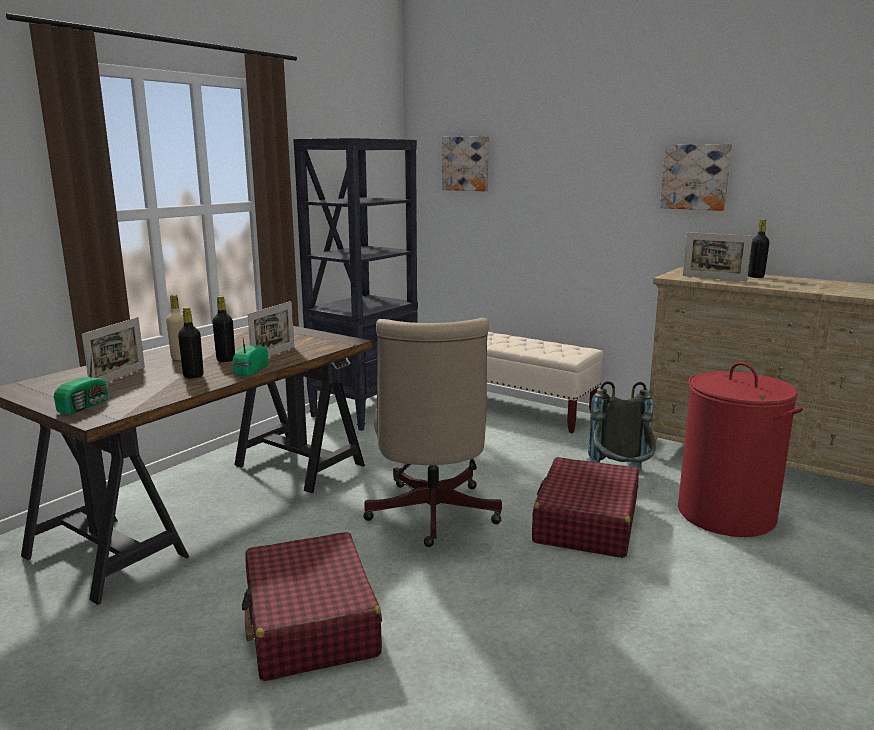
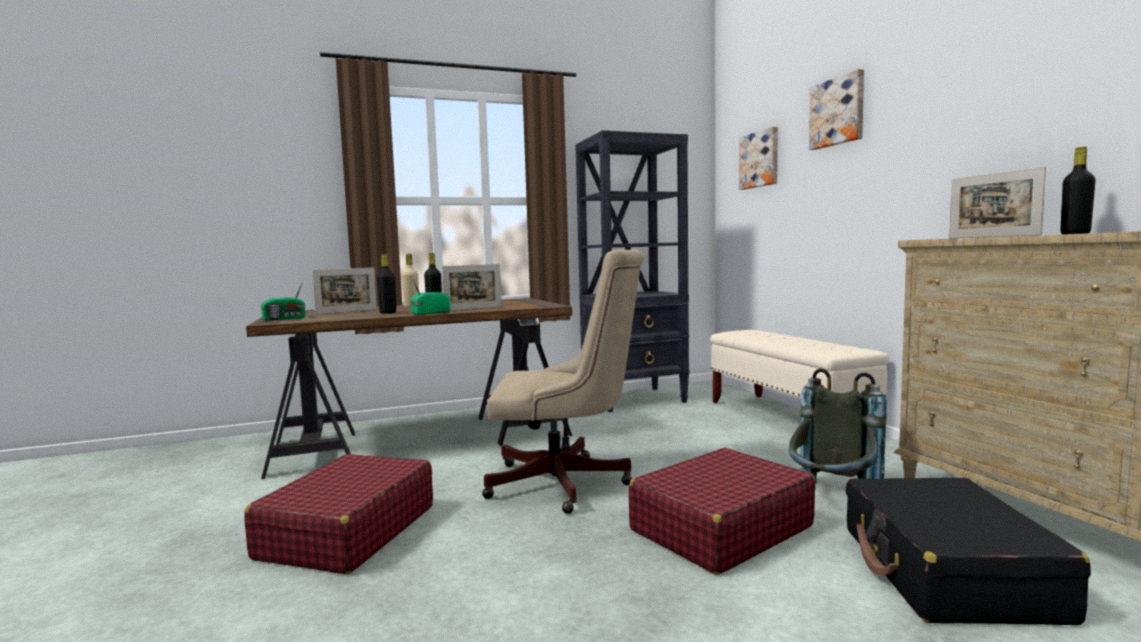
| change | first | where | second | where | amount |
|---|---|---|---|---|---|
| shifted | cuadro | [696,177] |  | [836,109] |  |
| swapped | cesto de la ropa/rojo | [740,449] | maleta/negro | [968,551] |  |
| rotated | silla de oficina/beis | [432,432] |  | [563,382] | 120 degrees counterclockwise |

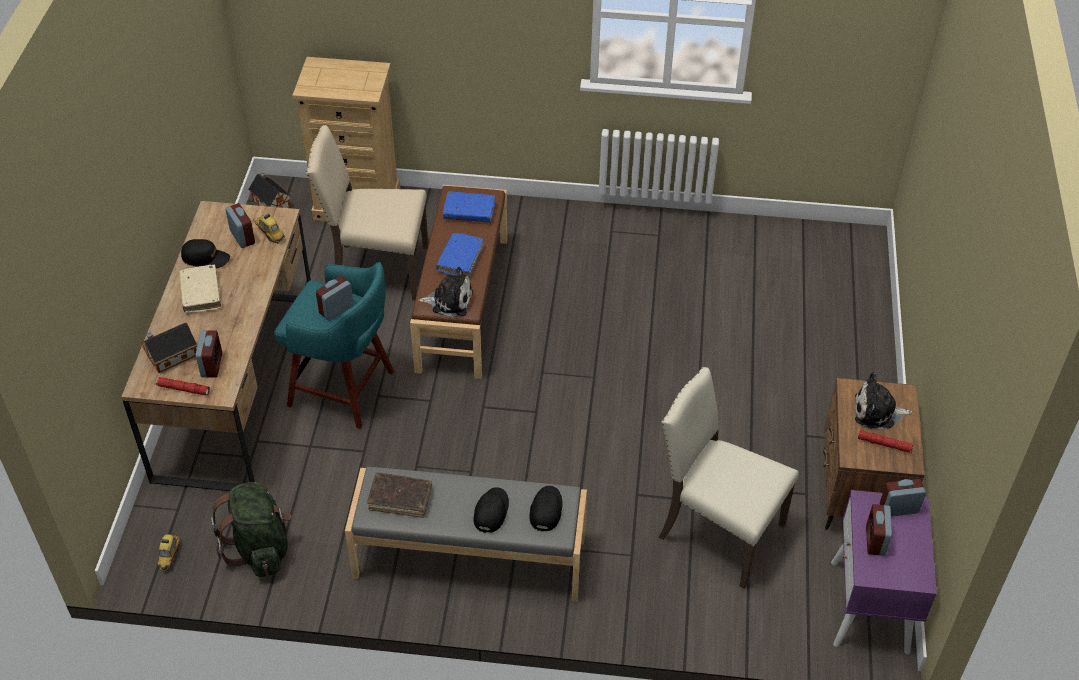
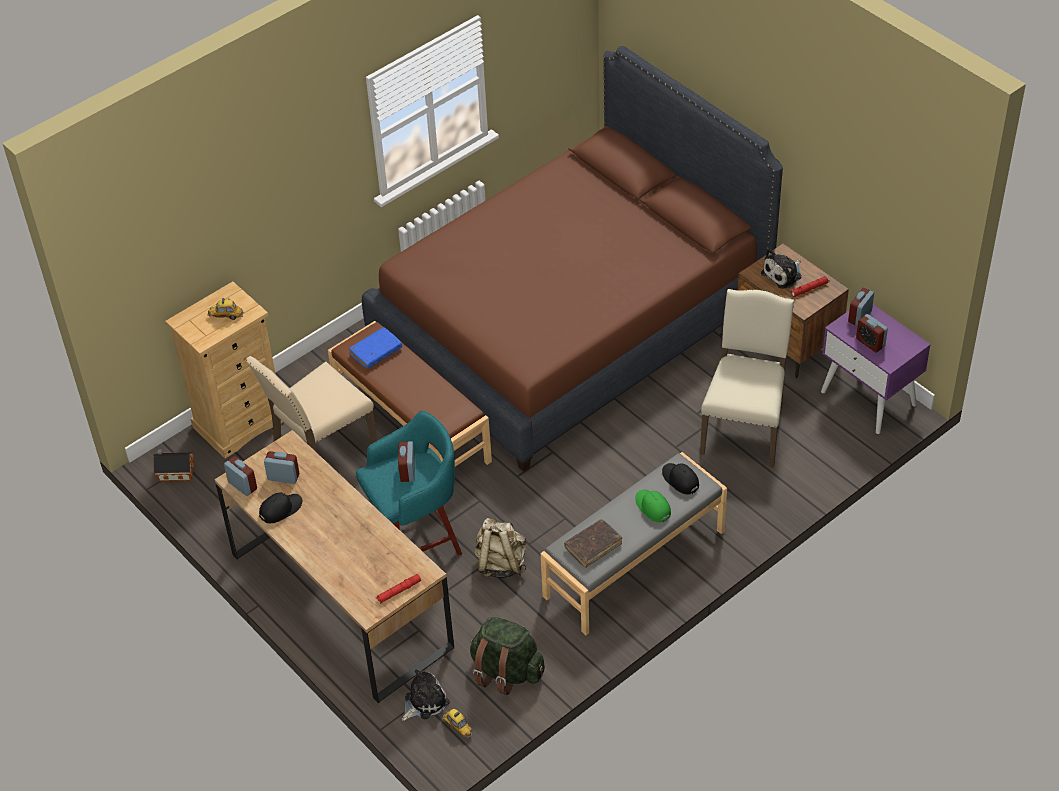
| change | first | where | second | where | amount |
|---|---|---|---|---|---|
| gone | casita | [169,348] |  |  |  |
| gone | libro/beis | [200,288] |  |  |  |
| gone | libro/azul | [460,255] |  |  |  |
| new |  |  | cama/marrón | [572,259] |  |
| new |  |  | mochila/beis | [500,548] |  |
| shifted | despertador | [208,354] |  | [240,476] |  |
| shifted | coche de juguete | [270,228] |  | [225,309] |  |
| shifted | peluche | [445,292] |  | [426,695] |  |
| repainted | gorra/negro | [491,510] | gorra/verde | [653,506] |  |
| rotated | silla/beis | [729,478] |  | [747,378] | 120 degrees clockwise |

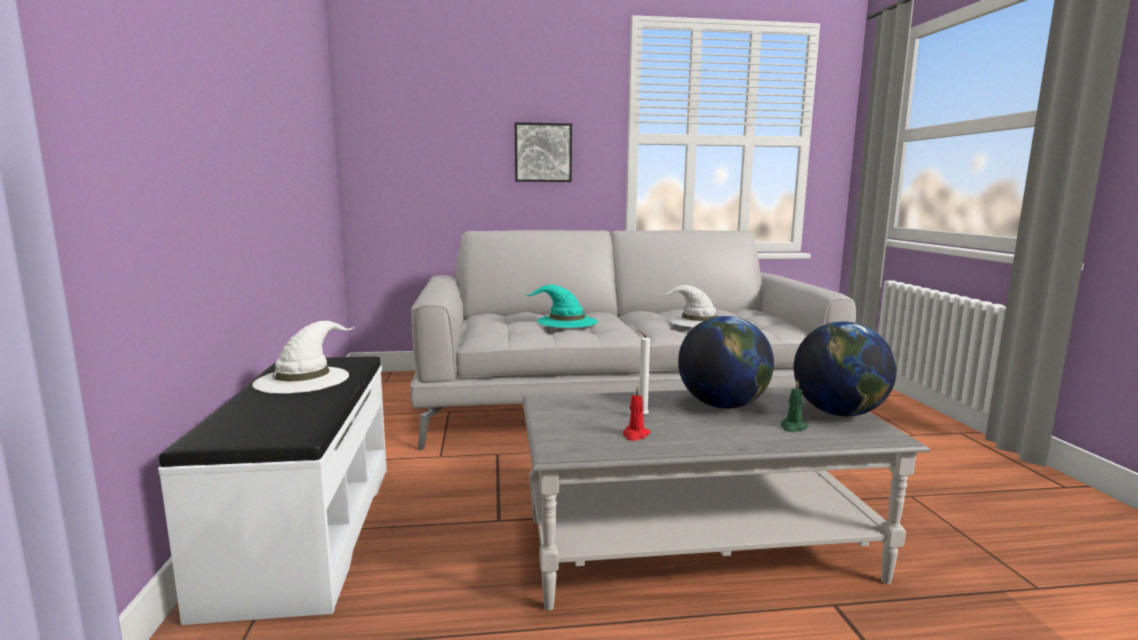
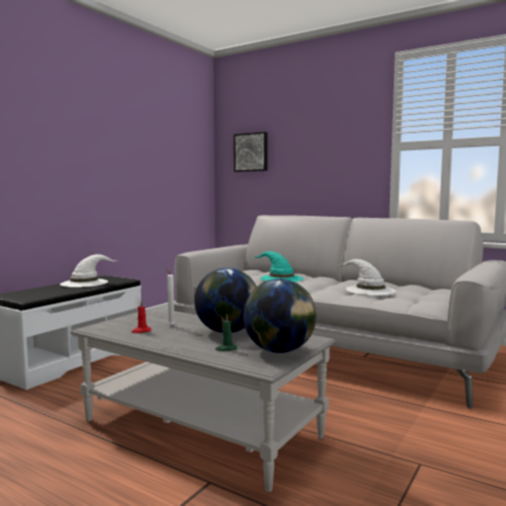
| change | first | where | second | where | amount |
|---|---|---|---|---|---|
| shifted | cuadro | [543,152] |  | [251,152] |  |

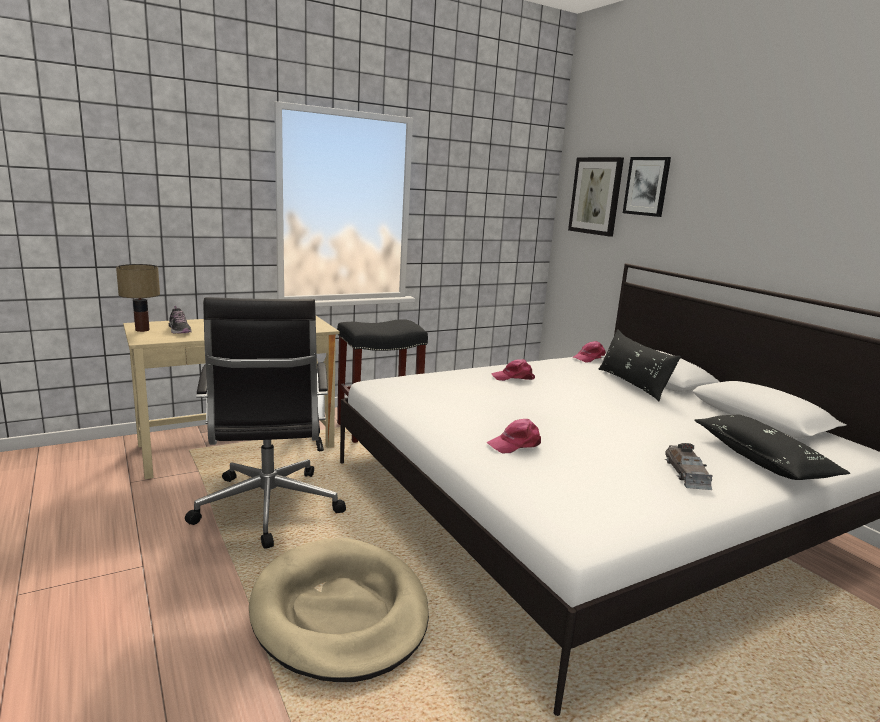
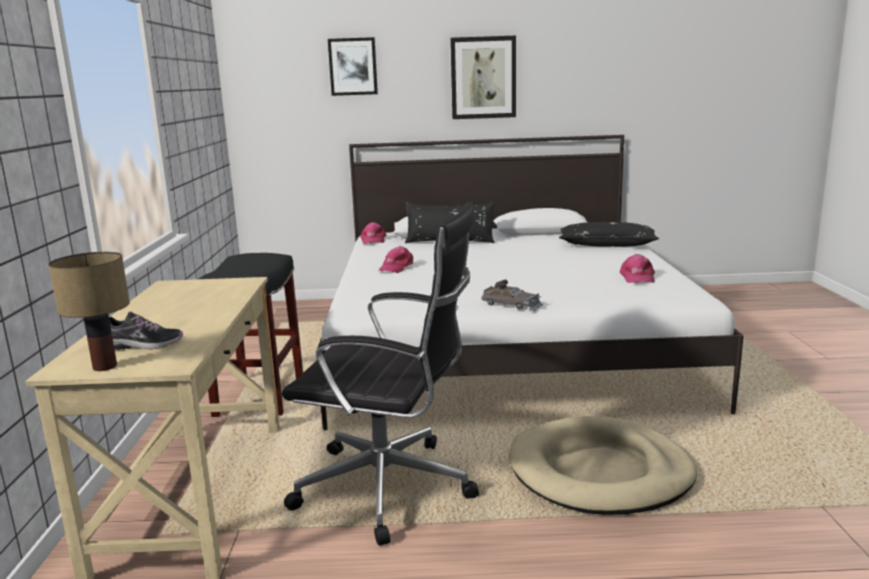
| change | first | where | second | where | amount |
|---|---|---|---|---|---|
| shifted | gorra/rosa | [513,436] |  | [637,268] |  |
| shifted | cuadro | [596,197] |  | [483,77] |  |
| shifted | coche de juguete/gris | [688,466] |  | [512,295] |  |

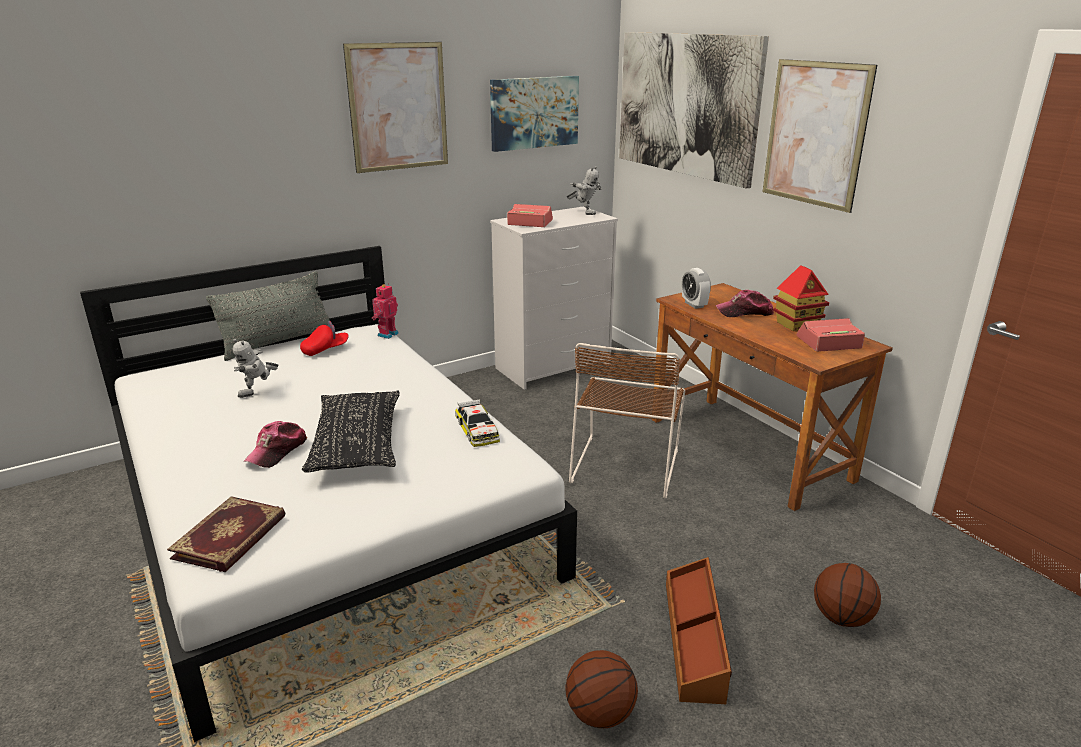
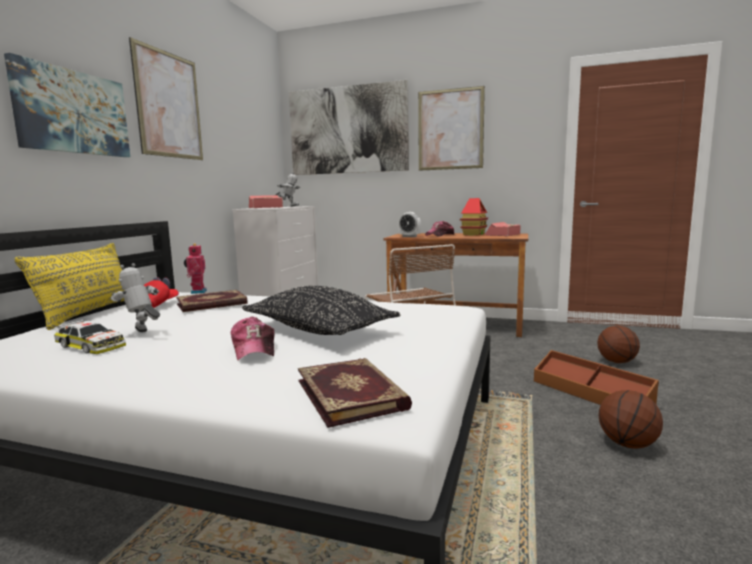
| change | first | where | second | where | amount |
|---|---|---|---|---|---|
| new |  |  | libro | [212,301] |  |
| shifted | coche de juguete | [477,423] |  | [90,337] |  |
| shifted | cuadro | [534,114] |  | [67,105] |  |
| repainted | cojín/gris | [268,316] | cojín/amarillo | [69,286] |  |
| rotated | robot de juguete | [255,368] |  | [135,297] | 135 degrees clockwise |

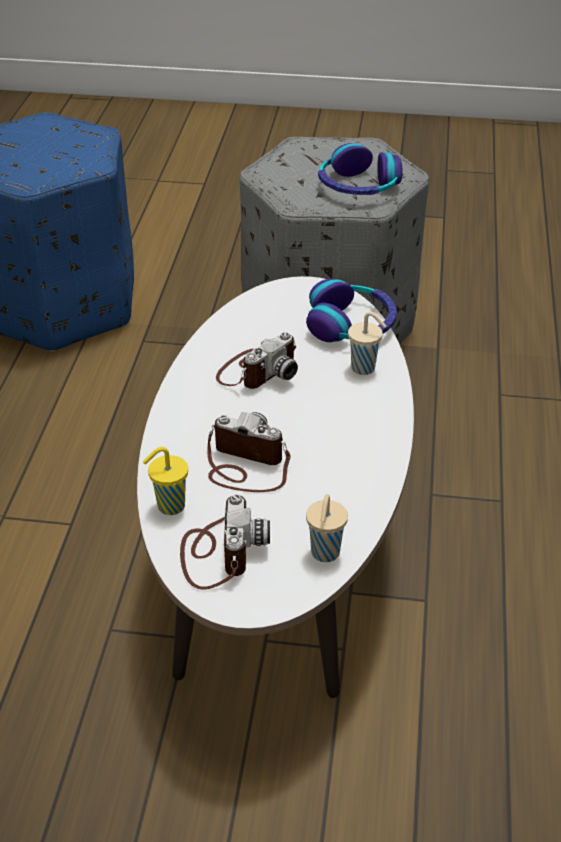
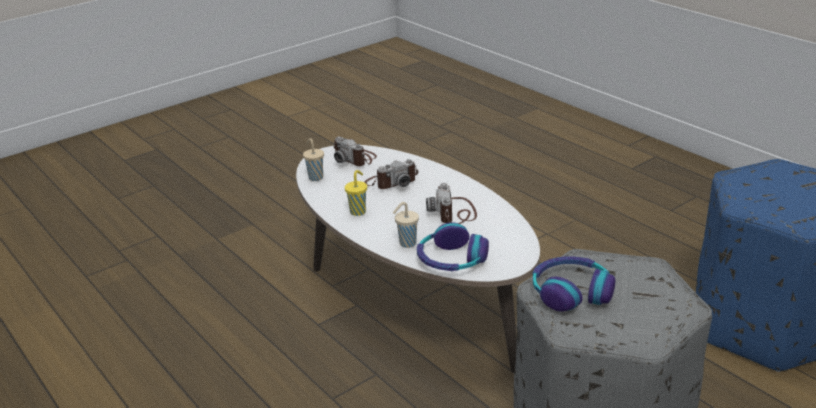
| change | first | where | second | where | amount |
|---|---|---|---|---|---|
| shifted | taza/amarillo | [165,481] |  | [356,193] |  |

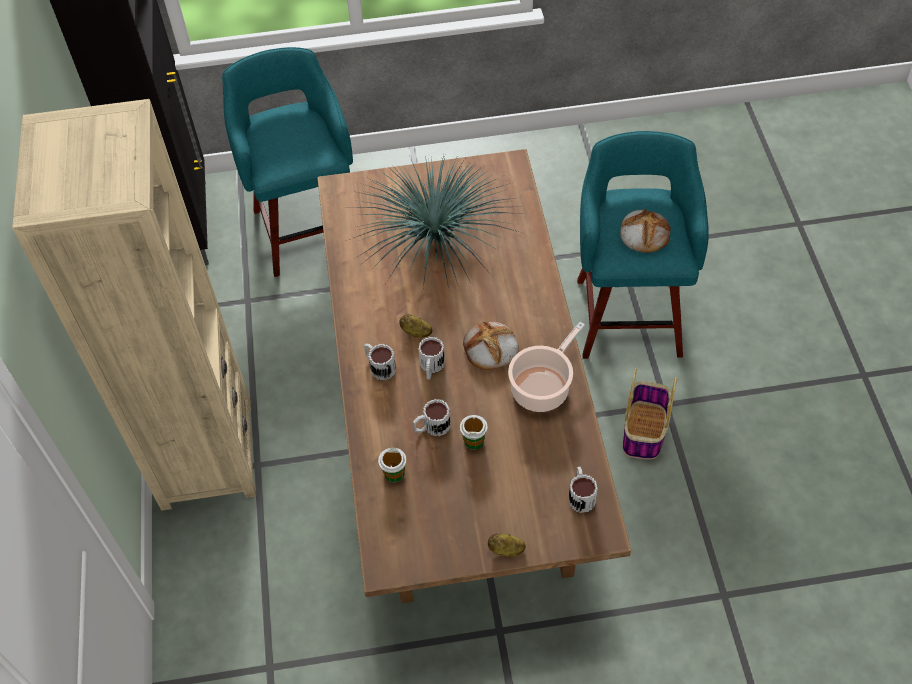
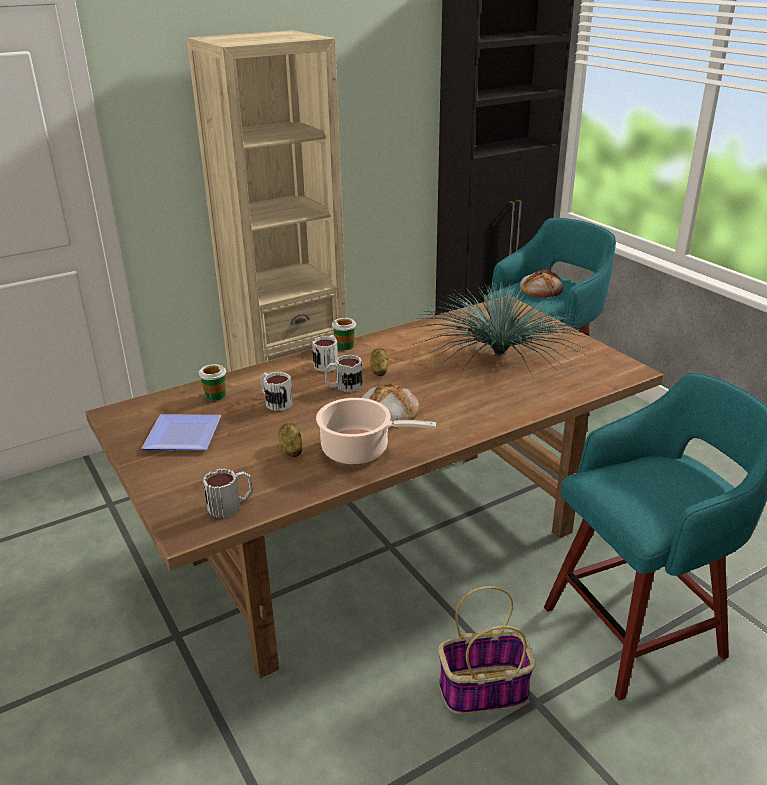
| change | first | where | second | where | amount |
|---|---|---|---|---|---|
| new |  |  | plato | [181,432] |  |
| shifted | taza | [474,432] |  | [344,334] |  |
| shifted | patata | [507,545] |  | [290,440] |  |
| shifted | pan | [645,231] |  | [542,283] |  |

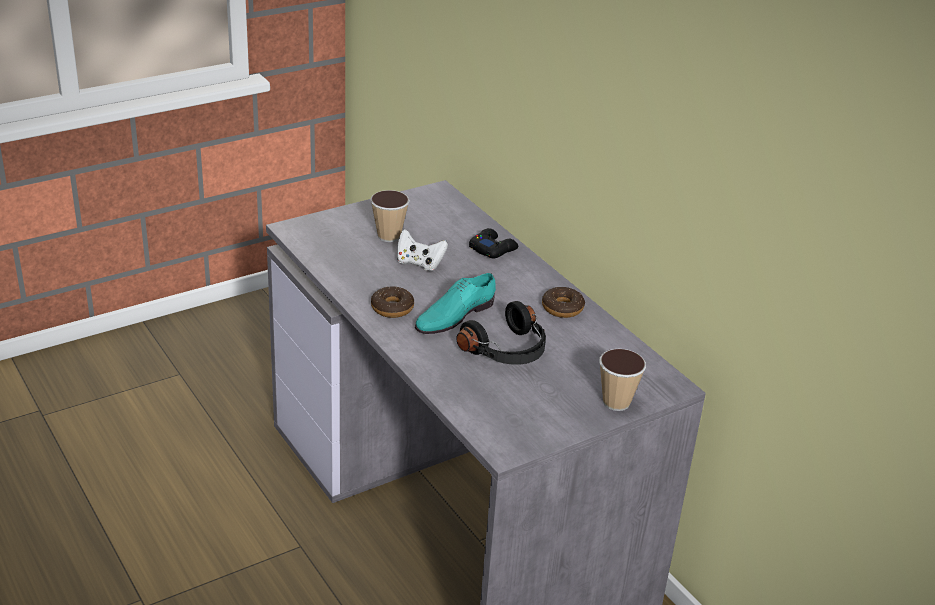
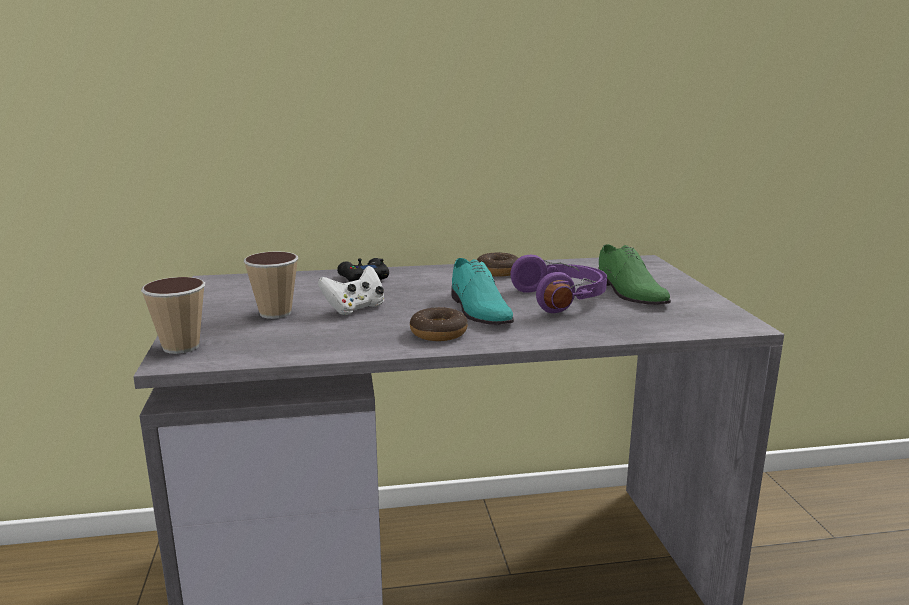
| change | first | where | second | where | amount |
|---|---|---|---|---|---|
| new |  |  | zapato/verde | [634,274] |  |
| shifted | taza | [622,379] |  | [173,315] |  |
| repainted | auriculares/negro | [501,333] | auriculares/morado | [558,284] |  |

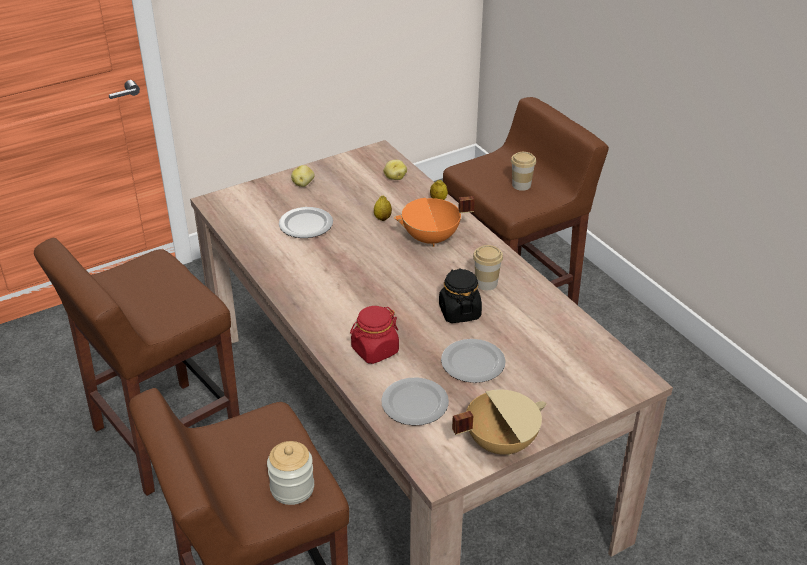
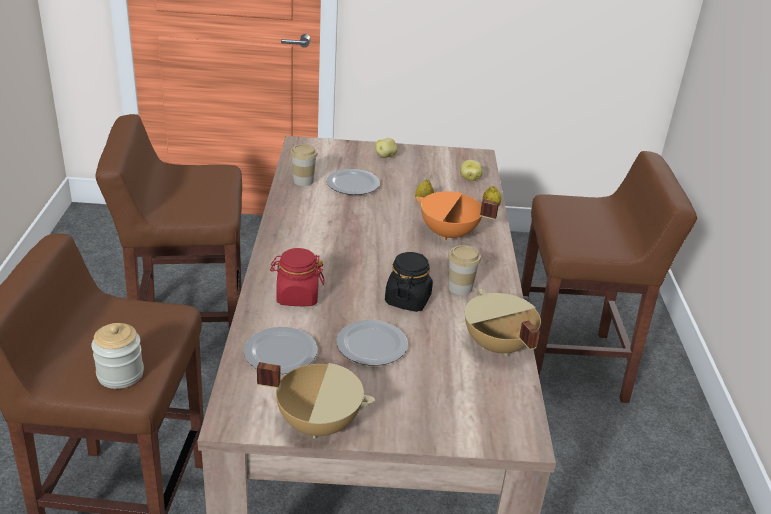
| change | first | where | second | where | amount |
|---|---|---|---|---|---|
| new |  |  | olla/beis | [503,322] |  |
| shifted | taza | [523,171] |  | [304,165] |  |

